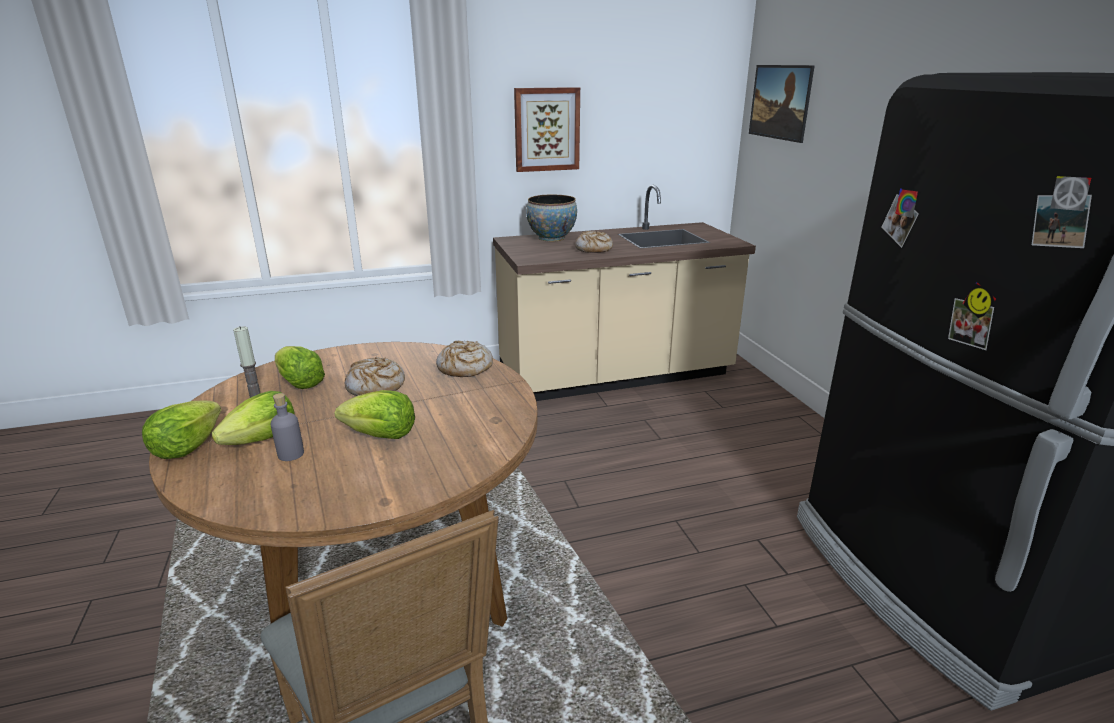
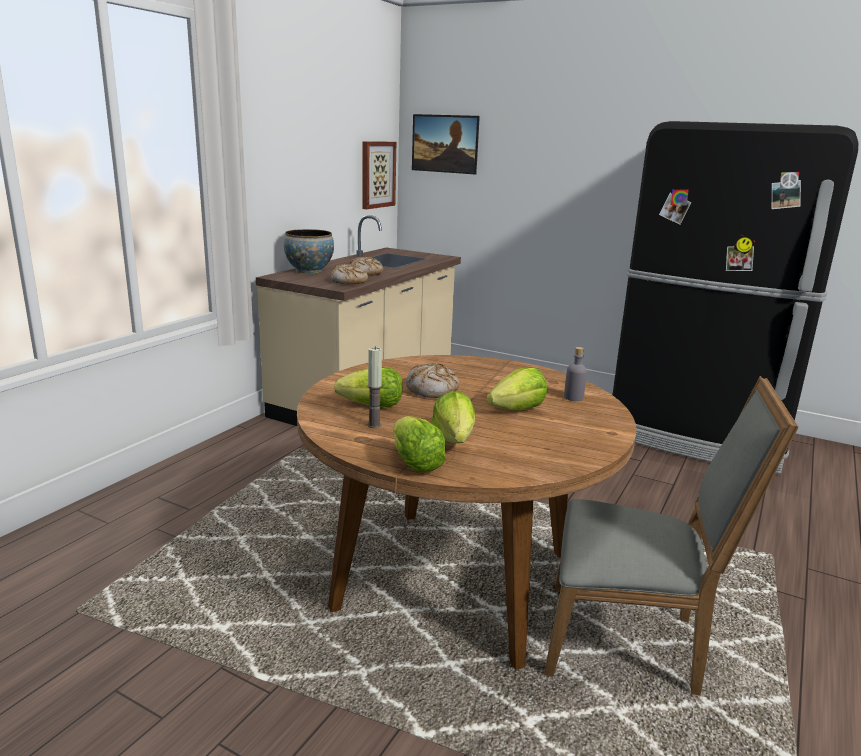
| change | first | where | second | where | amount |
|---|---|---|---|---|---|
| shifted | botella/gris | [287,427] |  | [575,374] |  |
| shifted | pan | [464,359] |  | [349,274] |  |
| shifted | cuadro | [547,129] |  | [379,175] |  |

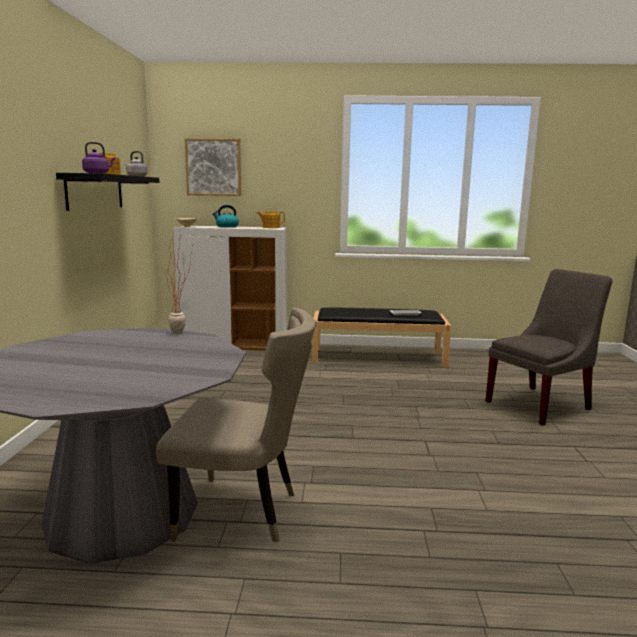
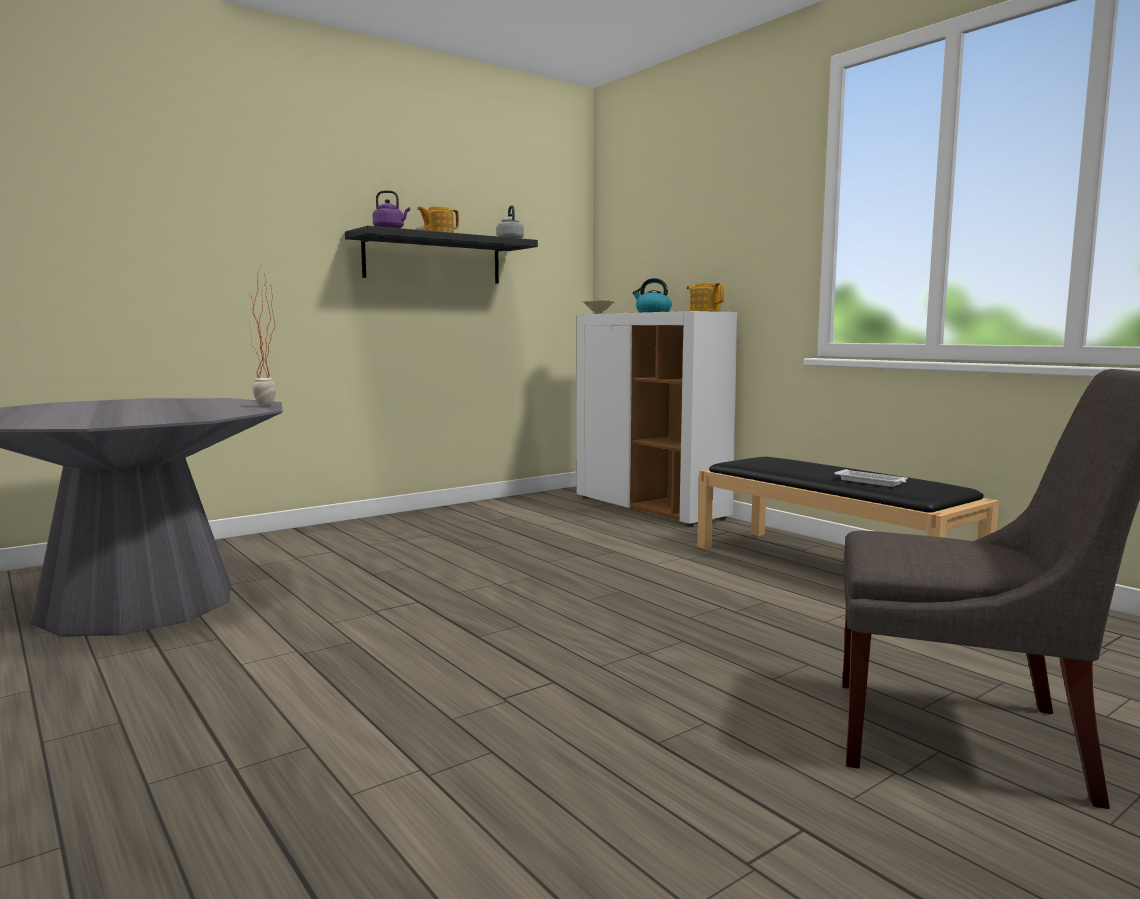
| change | first | where | second | where | amount |
|---|---|---|---|---|---|
| gone | silla/beis | [236,425] |  |  |  |
| gone | cuadro | [213,167] |  |  |  |

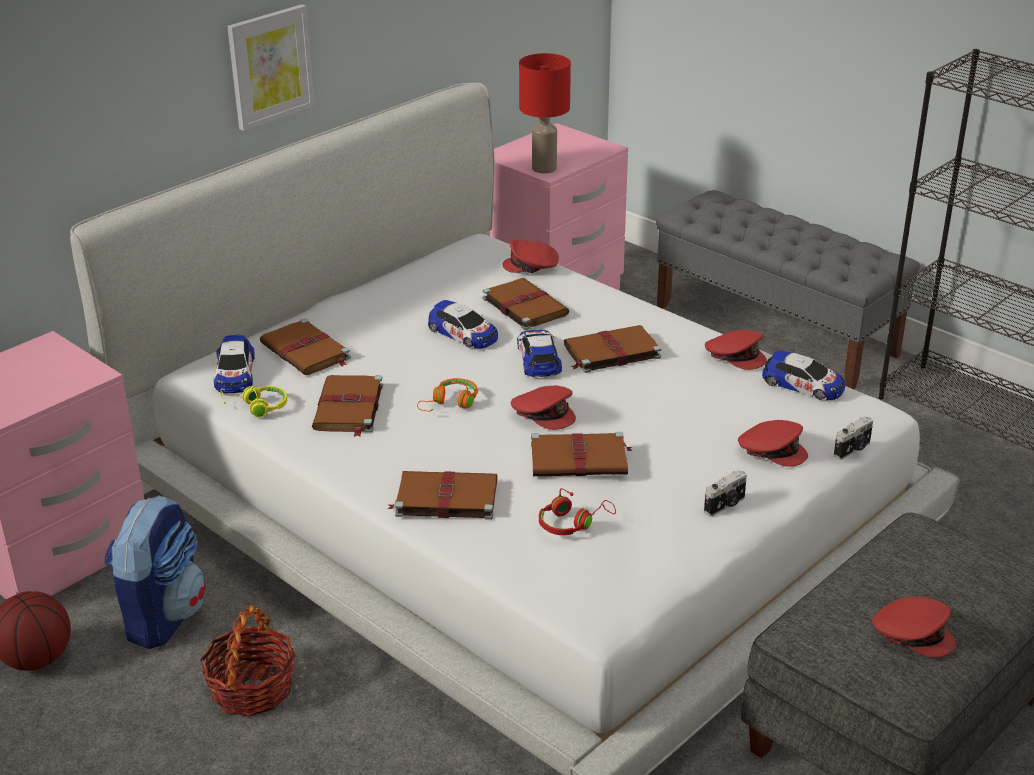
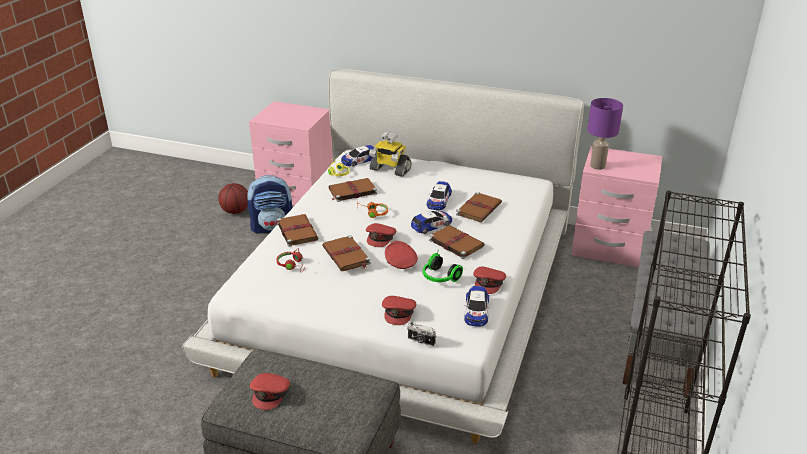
| change | first | where | second | where | amount |
|---|---|---|---|---|---|
| gone | cesta | [248,661] |  |  |  |
| gone | cuadro | [271,67] |  |  |  |
| gone | cámara | [725,493] |  |  |  |
| new |  |  | auriculares | [443,267] |  |
| shifted | gorra/rojo | [530,256] |  | [401,255] |  |
| swapped | libro/marrón | [305,347] | robot de juguete | [390,154] |  |
| repainted | lámpara de mesa/rojo | [545,113] | lámpara de mesa/morado | [605,134] |  |

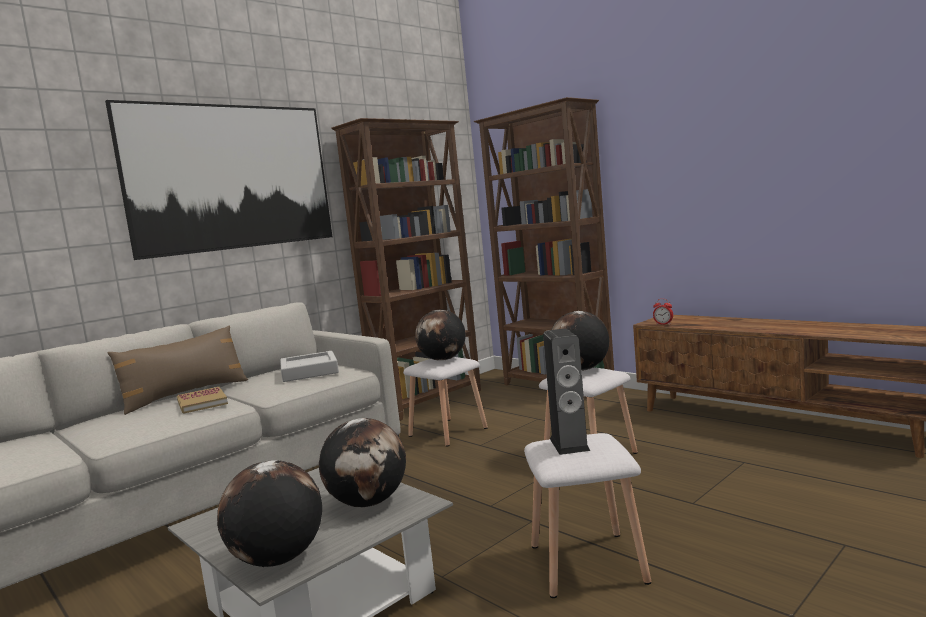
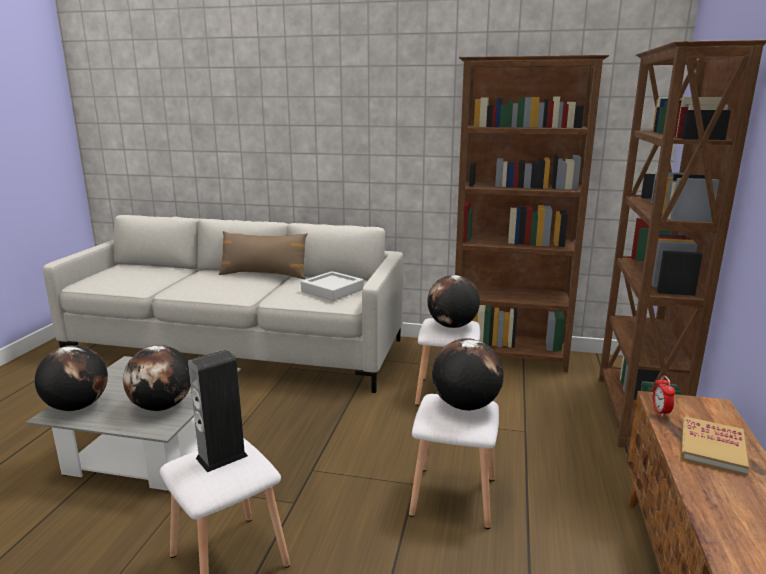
| change | first | where | second | where | amount |
|---|---|---|---|---|---|
| gone | cuadro | [218,180] |  |  |  |
| shifted | libro | [202,400] |  | [715,446] |  |

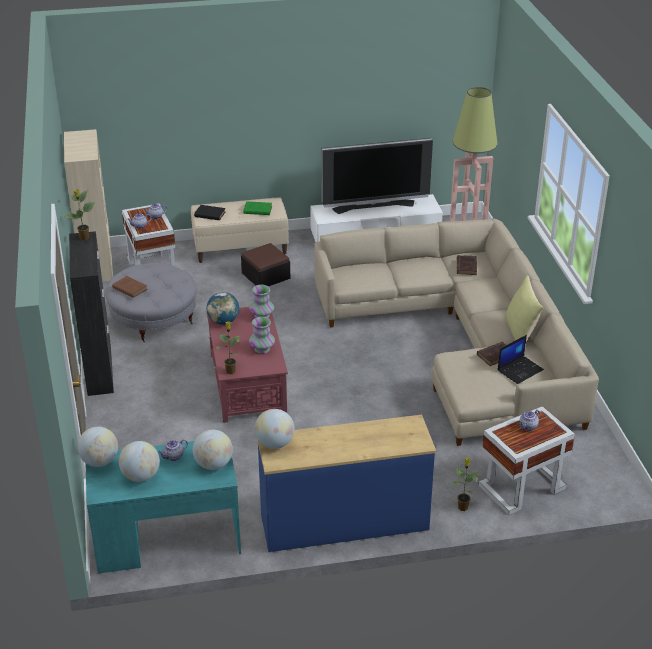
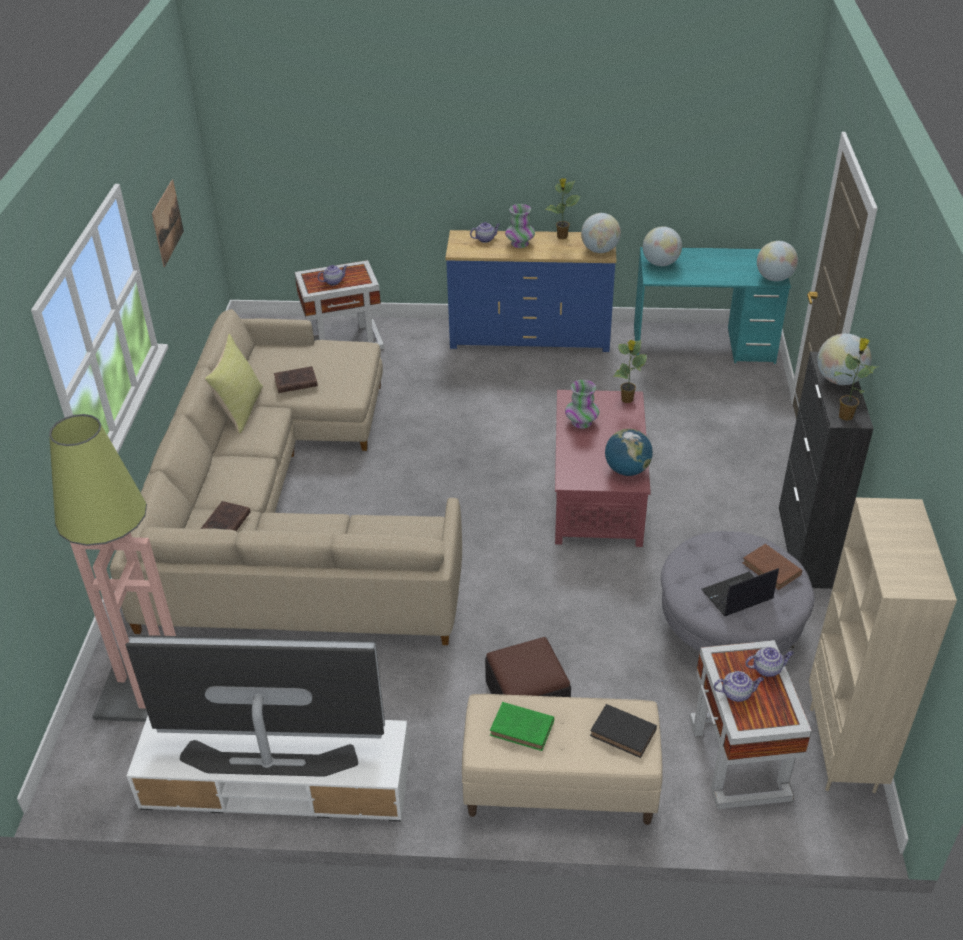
| change | first | where | second | where | amount |
|---|---|---|---|---|---|
| new |  |  | cuadro | [168,223] |  |
| shifted | globo terráqueo | [139,461] |  | [844,359] |  |
| shifted | tetera | [173,450] |  | [485,232] |  |
| shifted | florero | [261,301] |  | [520,226] |  |
| shifted | planta en maceta | [465,484] |  | [563,208] |  |
| shifted | portátil | [521,359] |  | [740,592] |  |

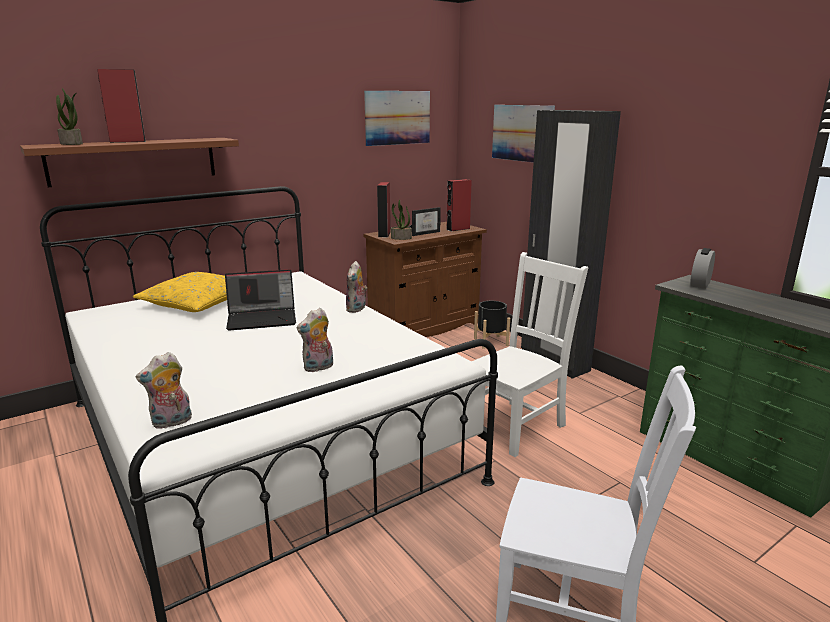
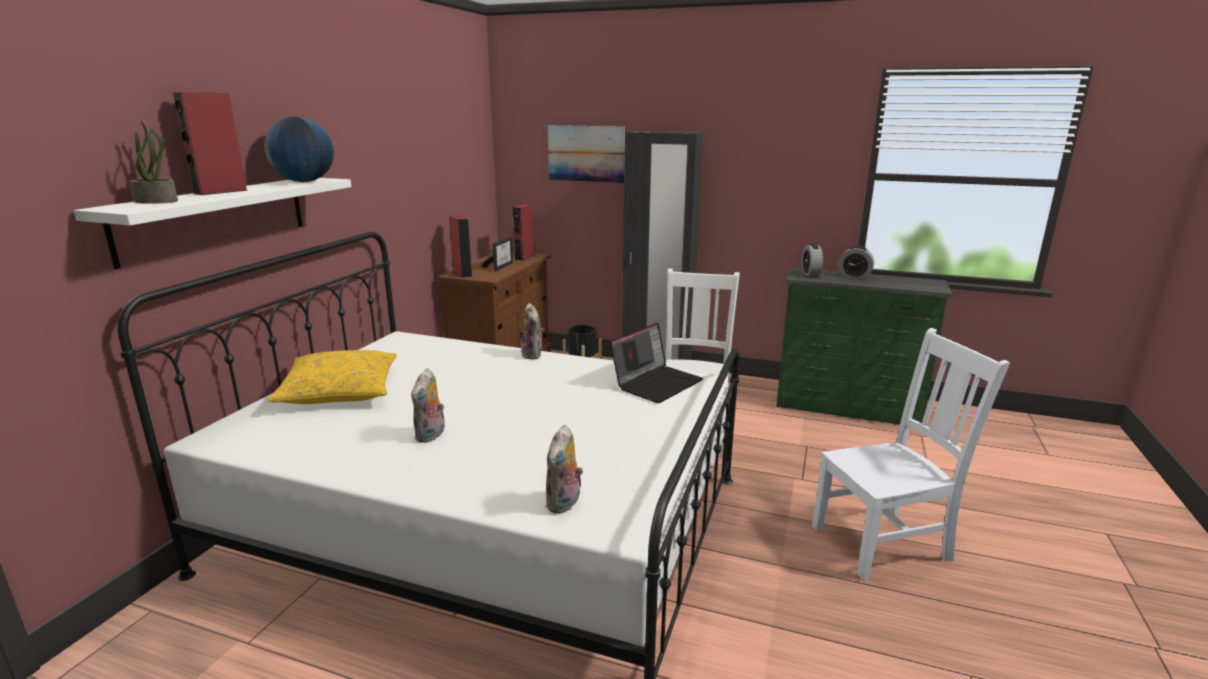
| change | first | where | second | where | amount |
|---|---|---|---|---|---|
| gone | cuadro | [397,118] |  |  |  |
| gone | planta en maceta | [401,220] |  |  |  |
| new |  |  | globo terráqueo | [299,149] |  |
| new |  |  | despertador | [856,262] |  |
| shifted | portátil | [260,300] |  | [656,362] |  |
| shifted | peluche | [315,340] |  | [428,405] |  |
| repainted | estante/marrón | [129,162] | estante/blanco | [212,223] |  |

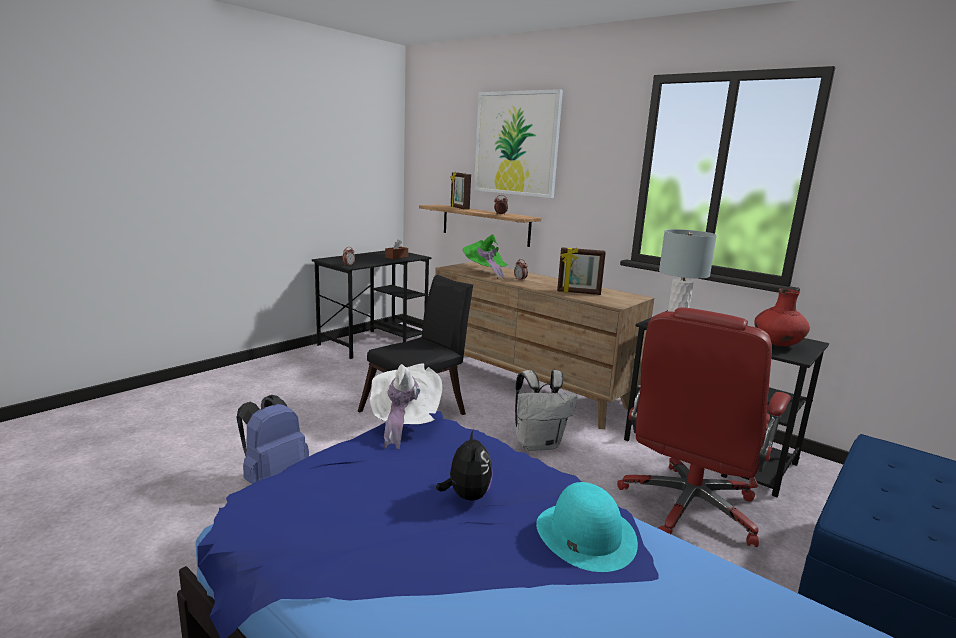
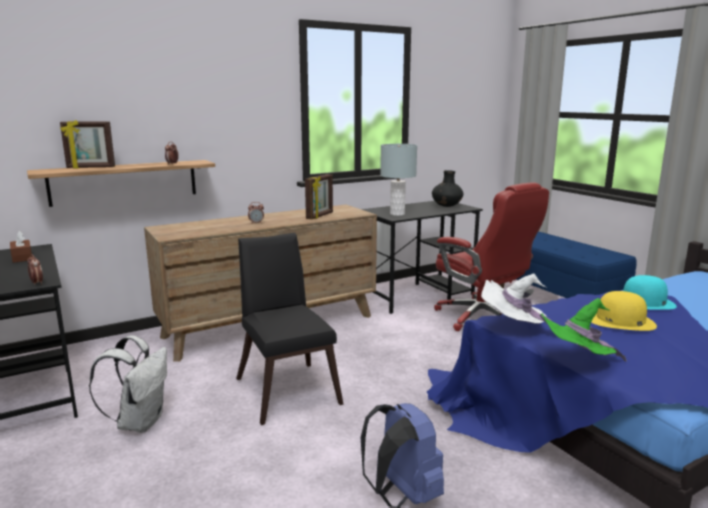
| change | first | where | second | where | amount |
|---|---|---|---|---|---|
| gone | cuadro | [518,143] |  |  |  |
| shifted | sombrero/verde | [485,256] |  | [583,330] |  |
| shifted | mochila/blanco | [546,410] |  | [128,384] |  |
| swapped | peluche | [464,465] | sombrero/amarillo | [624,311] |  |
| repainted | florero/rojo | [782,317] | florero/negro | [448,188] |  |

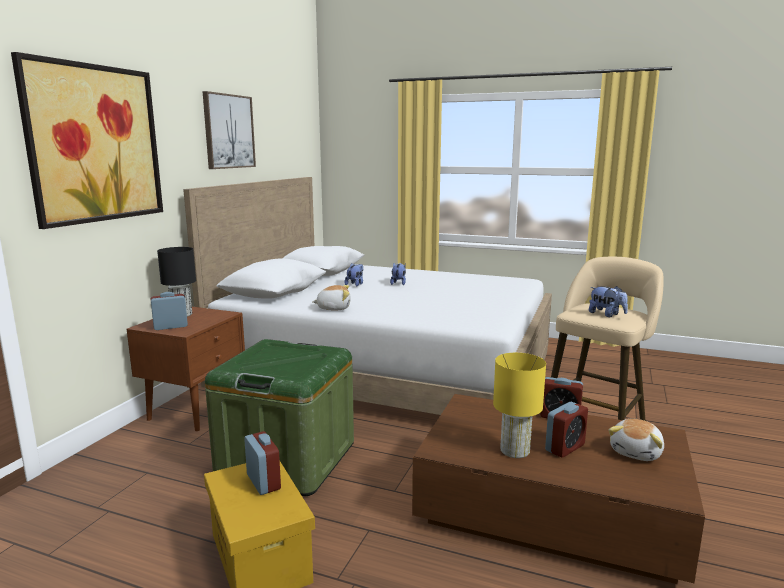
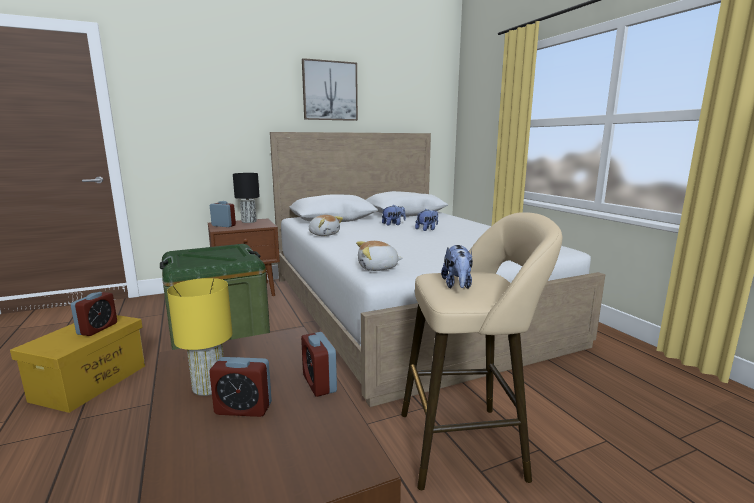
| change | first | where | second | where | amount |
|---|---|---|---|---|---|
| gone | cuadro | [87,140] |  |  |  |
| shifted | peluche | [636,440] |  | [379,256] |  |

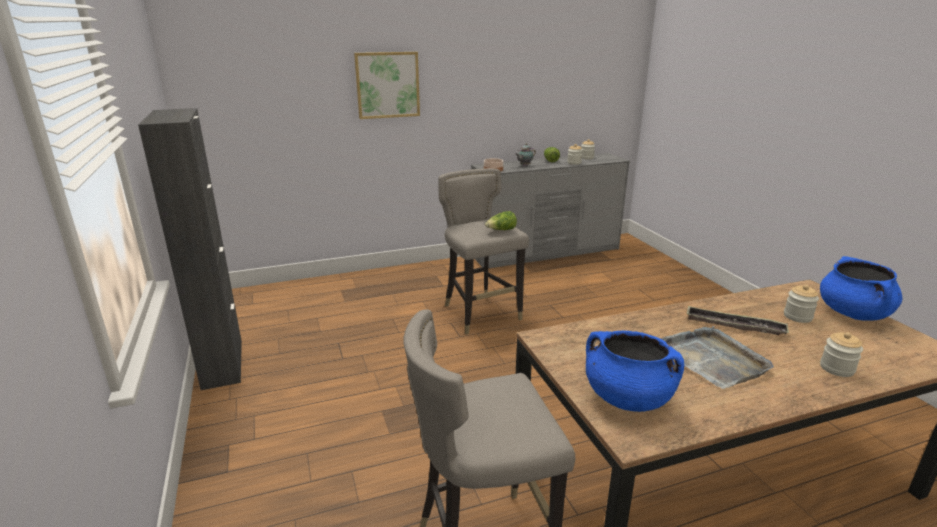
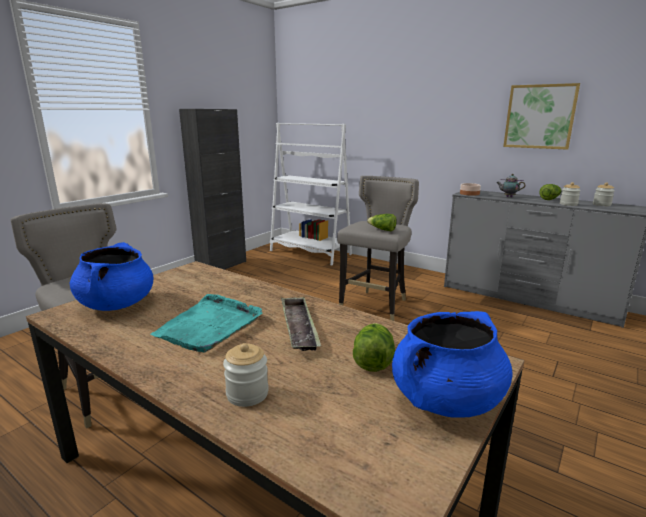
| change | first | where | second | where | amount |
|---|---|---|---|---|---|
| new |  |  | estantería/blanco | [311,194] |  |
| shifted | cuadro | [387,85] |  | [541,116] |  |
| swapped | tarro | [801,304] | lechuga | [374,347] |  |
| repainted | bandeja/gris | [718,357] | bandeja/turquesa | [206,323] |  |

